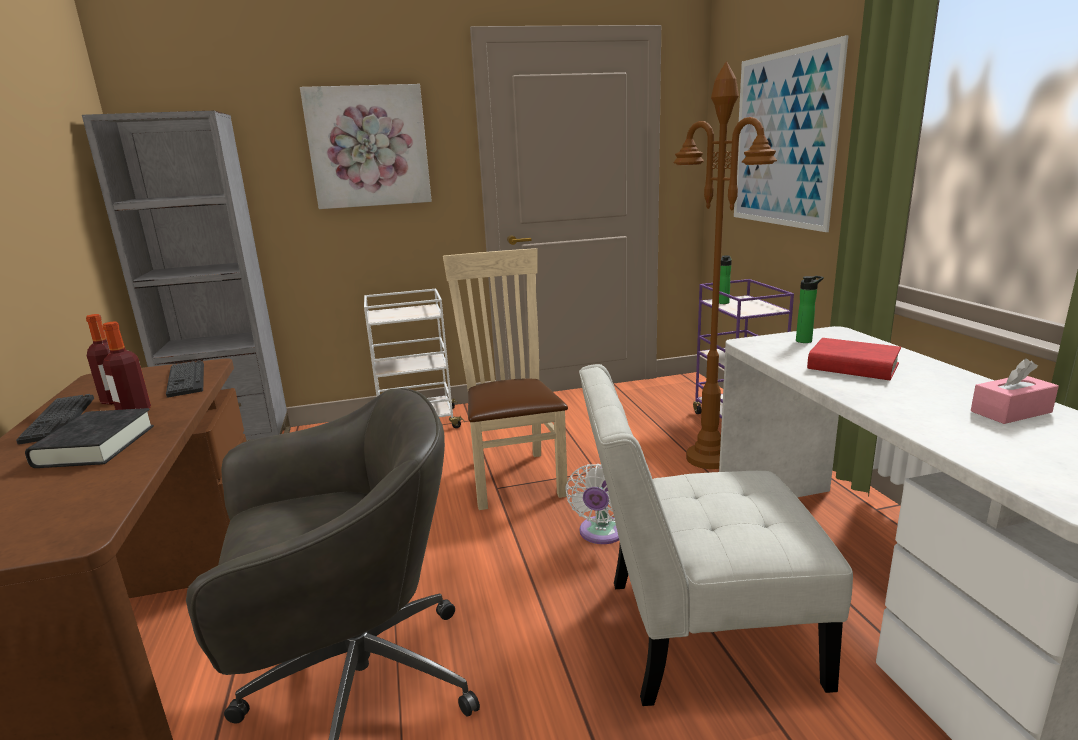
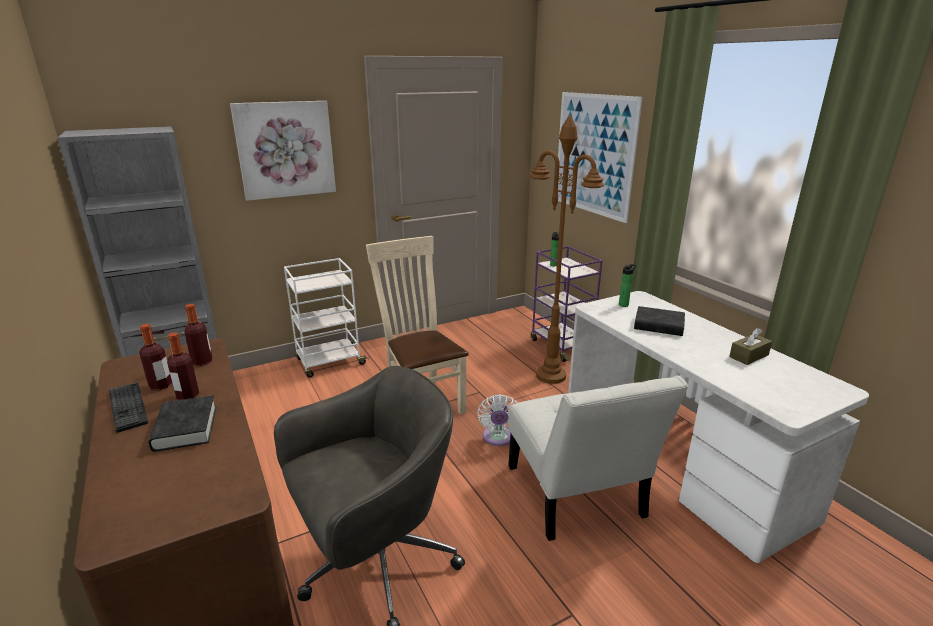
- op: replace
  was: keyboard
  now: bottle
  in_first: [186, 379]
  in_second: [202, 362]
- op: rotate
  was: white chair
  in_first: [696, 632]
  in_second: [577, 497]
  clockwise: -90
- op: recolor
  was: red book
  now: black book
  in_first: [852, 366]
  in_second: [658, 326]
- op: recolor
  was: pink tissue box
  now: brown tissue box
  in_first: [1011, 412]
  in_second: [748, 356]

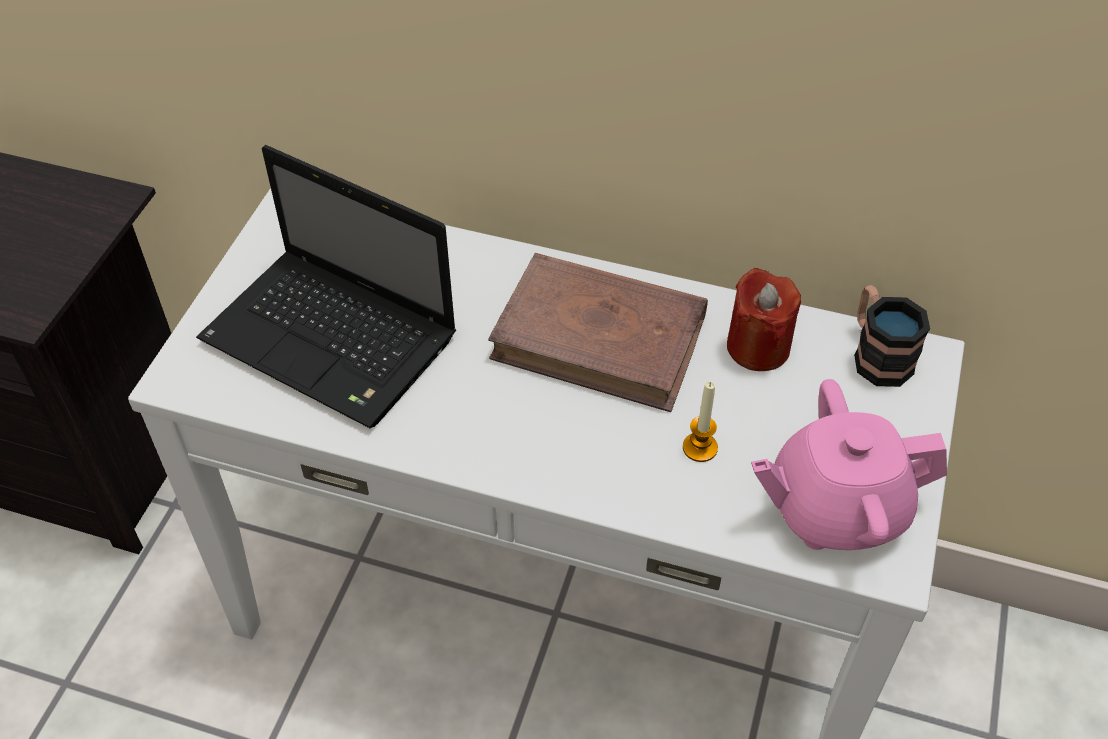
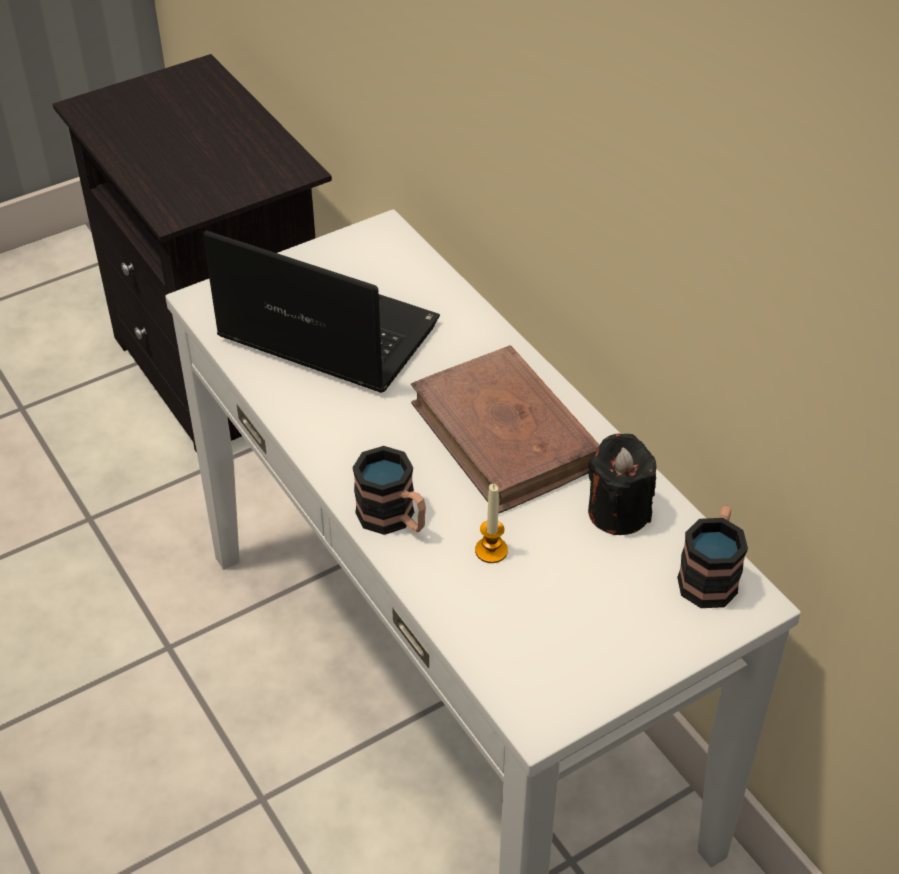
- op: rotate
  was: laptop
  in_first: [334, 340]
  in_second: [323, 332]
  clockwise: 135
- op: recolor
  was: red candle
  now: black candle
  in_first: [758, 347]
  in_second: [618, 512]
- op: delete
  was: pink teapot
  in_first: [835, 509]
- op: insert
  now: mug
  in_second: [394, 519]

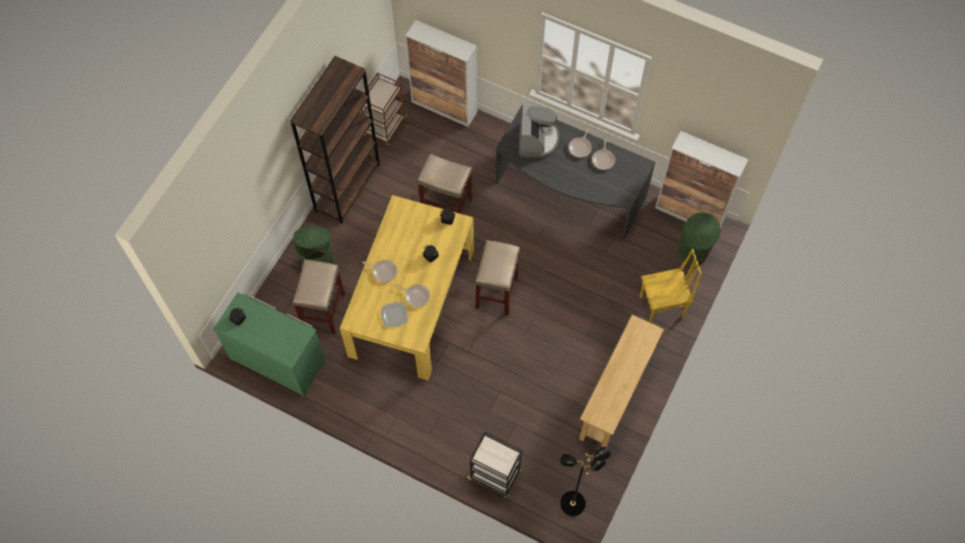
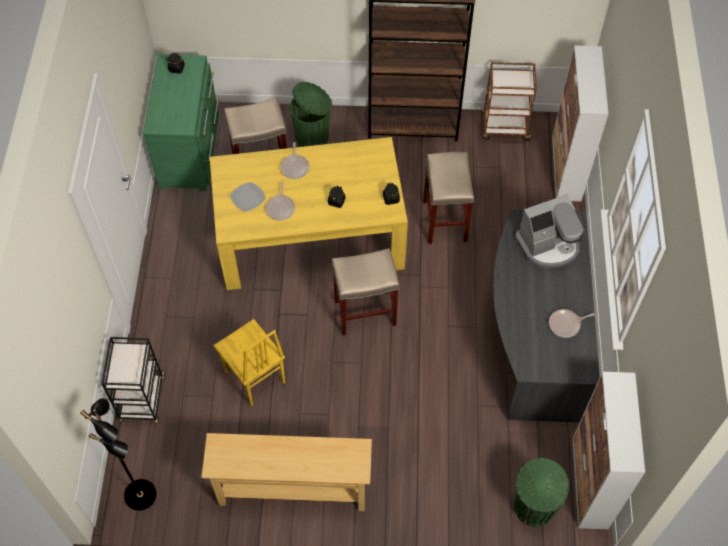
- op: delete
  was: frying pan
  in_first: [580, 147]
- op: move
  was: yellow chair
  in_first: [662, 308]
  in_second: [254, 378]

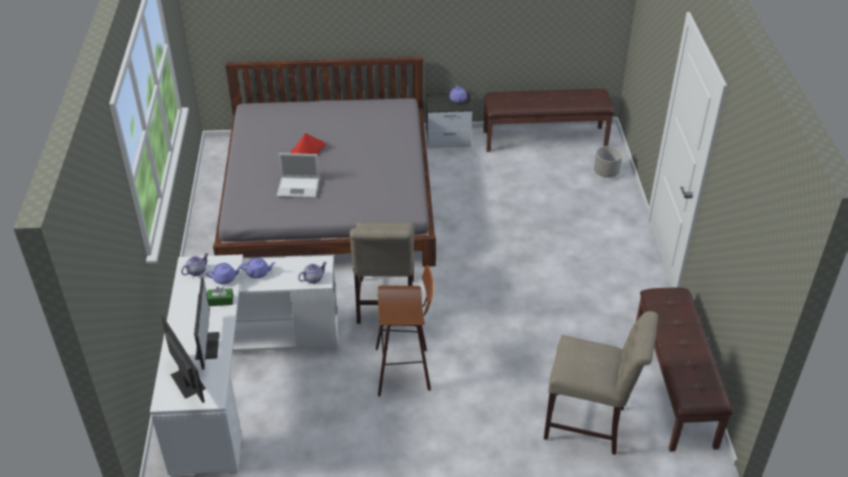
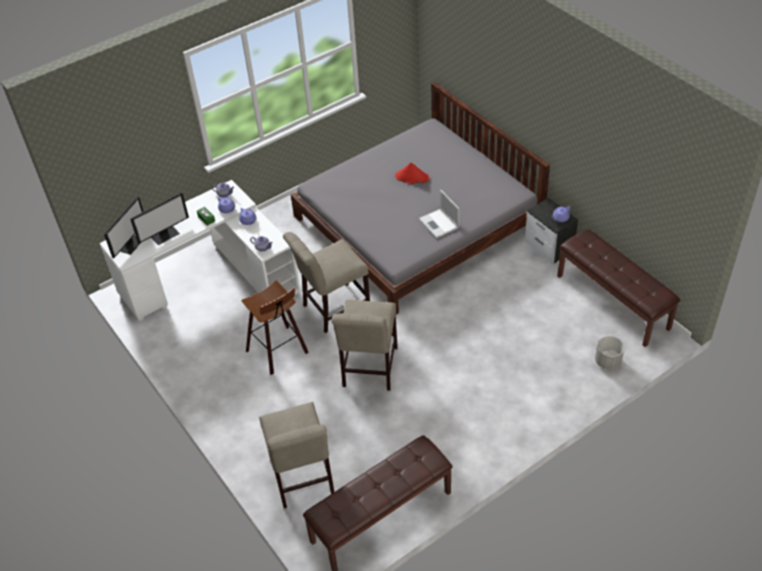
- op: move
  was: laptop
  in_first: [299, 187]
  in_second: [439, 224]
- op: insert
  now: beige chair
  in_second: [369, 370]

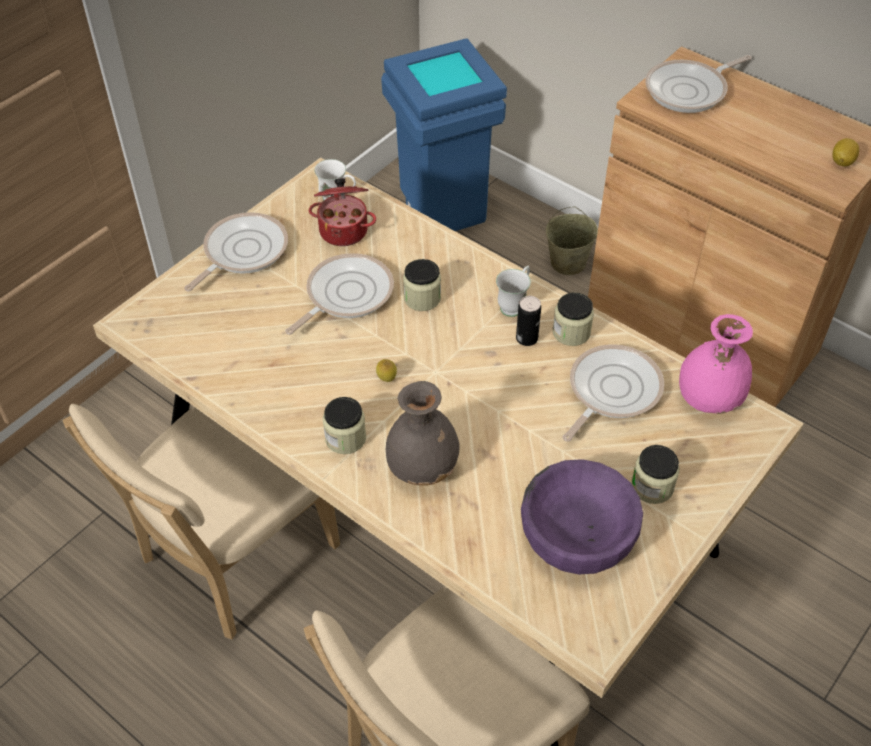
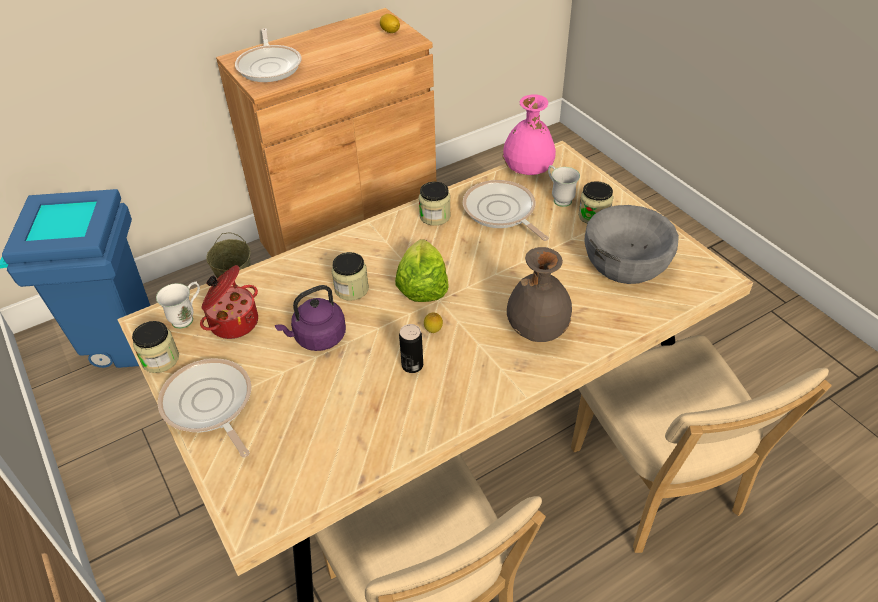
- op: replace
  was: frying pan
  now: purple kettle
  in_first: [345, 295]
  in_second: [317, 338]
- op: move
  was: jar
  in_first: [345, 438]
  in_second: [160, 359]
- op: move
  was: white mug
  in_first: [514, 305]
  in_second: [559, 198]
- op: move
  was: can
  in_first: [526, 338]
  in_second: [412, 365]
- op: recolor
  was: purple bowl
  now: grey bowl
  in_first: [577, 536]
  in_second: [626, 262]
- op: insert
  now: lettuce
  in_second: [422, 286]

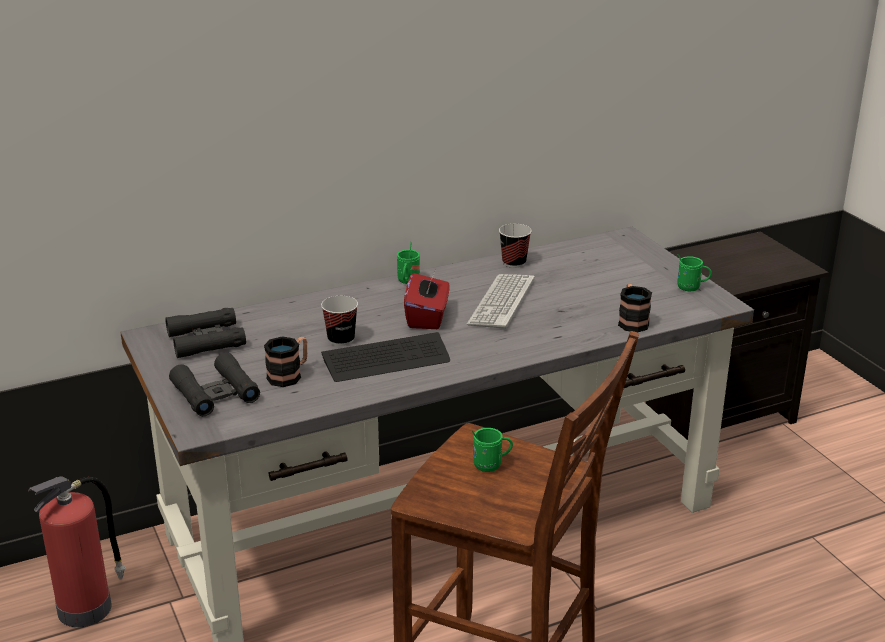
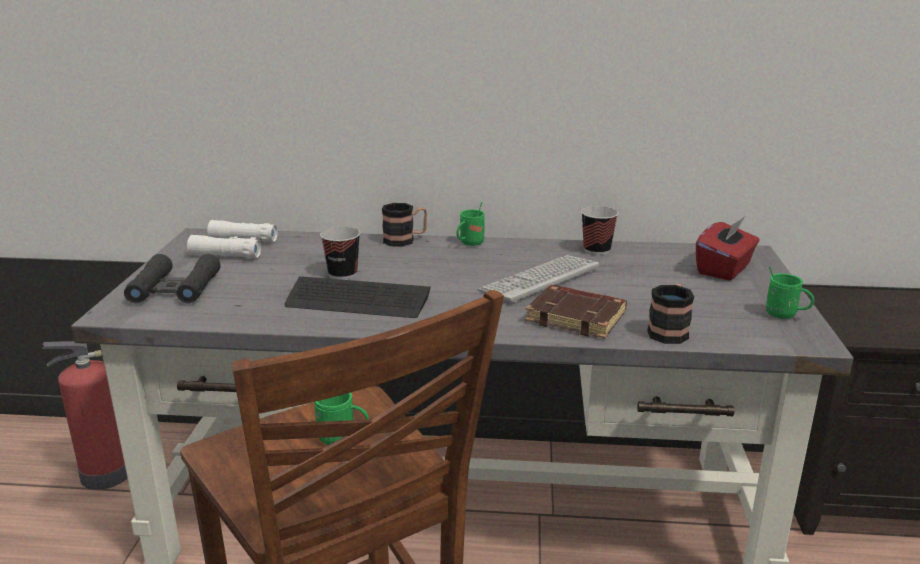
- op: recolor
  was: black binoculars
  now: white binoculars
  in_first: [206, 340]
  in_second: [235, 248]
- op: move
  was: mug
  in_first: [289, 375]
  in_second: [405, 240]
- op: move
  was: red tissue box
  in_first: [427, 317]
  in_second: [724, 269]
- op: insert
  now: brown book
  in_second: [577, 317]

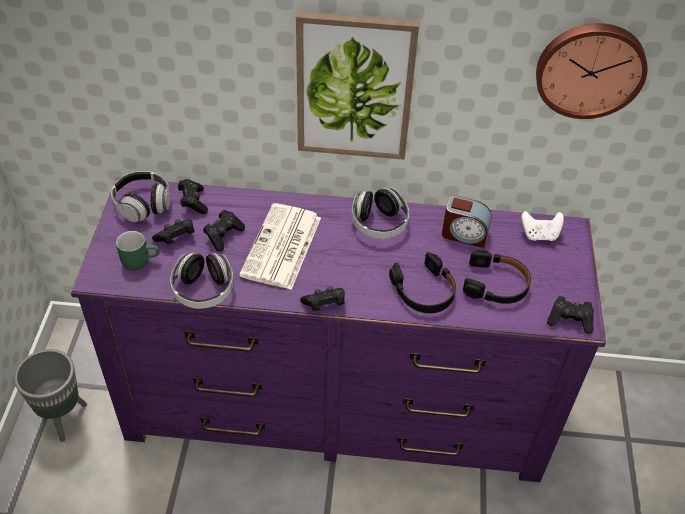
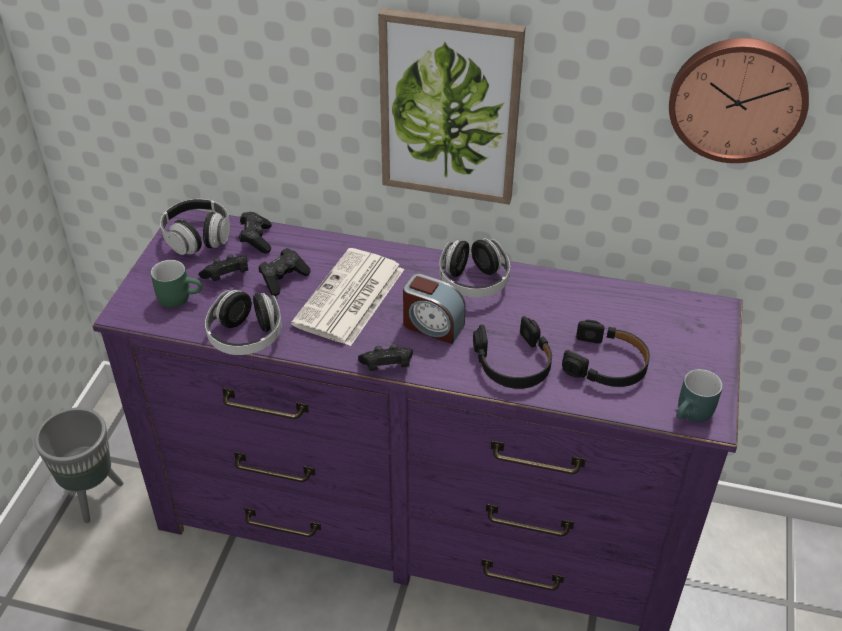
- op: move
  was: alarm clock
  in_first: [464, 234]
  in_second: [432, 326]
- op: delete
  was: white game controller
  in_first: [539, 235]
- op: replace
  was: black game controller
  now: turquoise mug
  in_first: [569, 320]
  in_second: [693, 415]

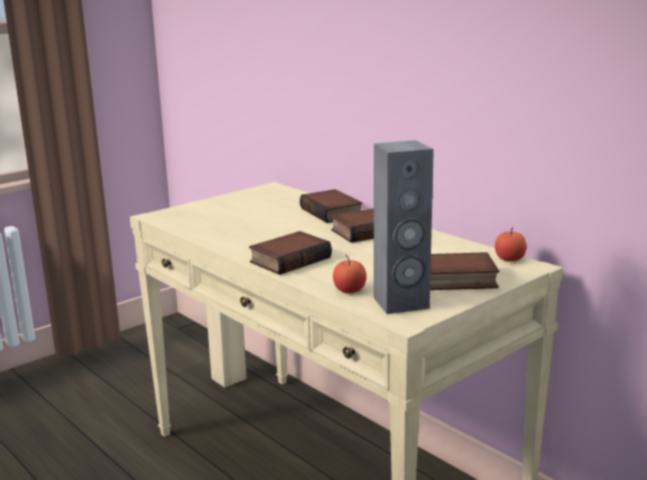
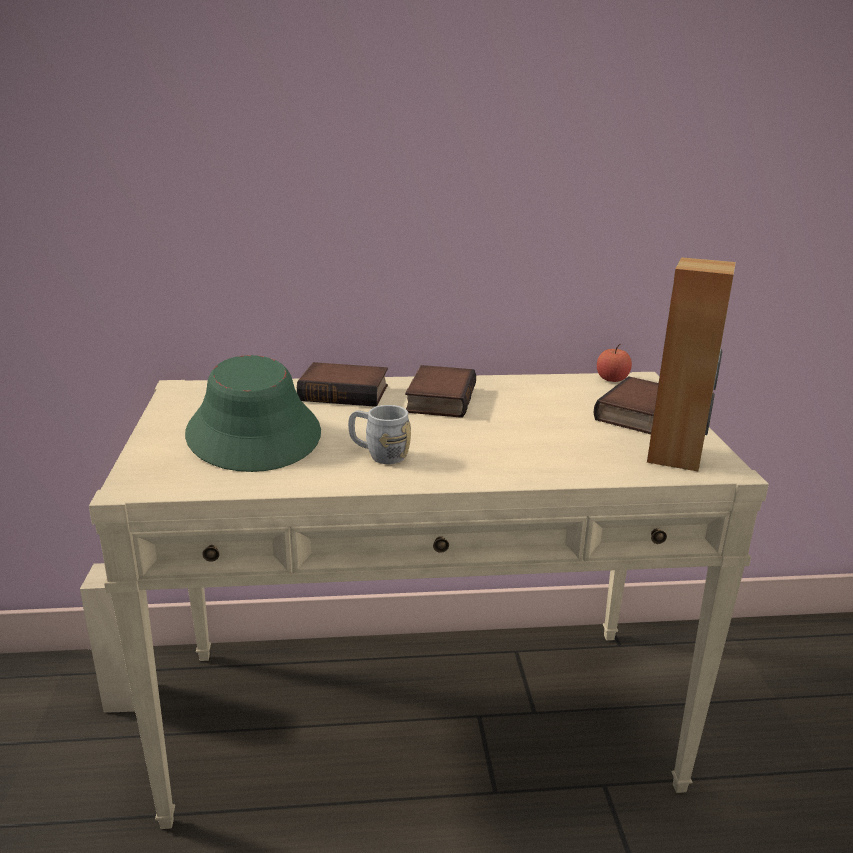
- op: delete
  was: book
  in_first: [290, 259]
- op: delete
  was: apple
  in_first: [349, 290]
- op: recolor
  was: grey speaker
  now: brown speaker
  in_first: [401, 303]
  in_second: [676, 456]
- op: insert
  now: green hat
  in_second: [254, 434]
- op: insert
  now: grey mug
  in_second: [379, 454]

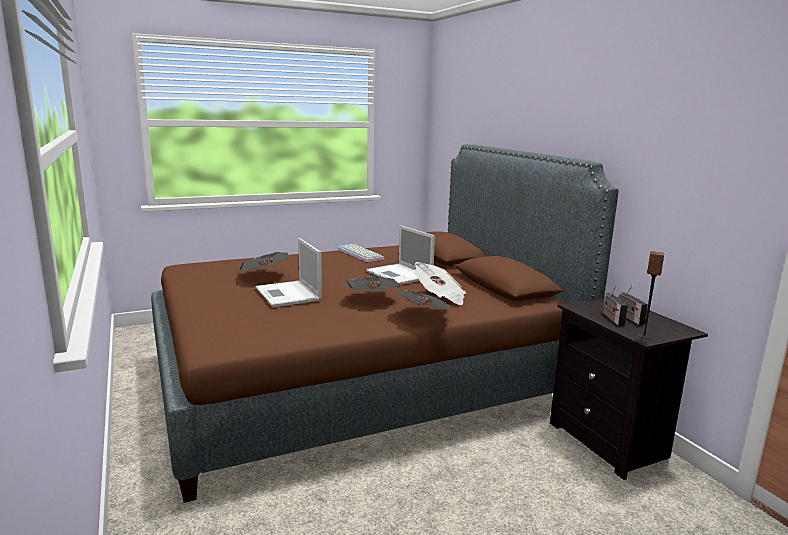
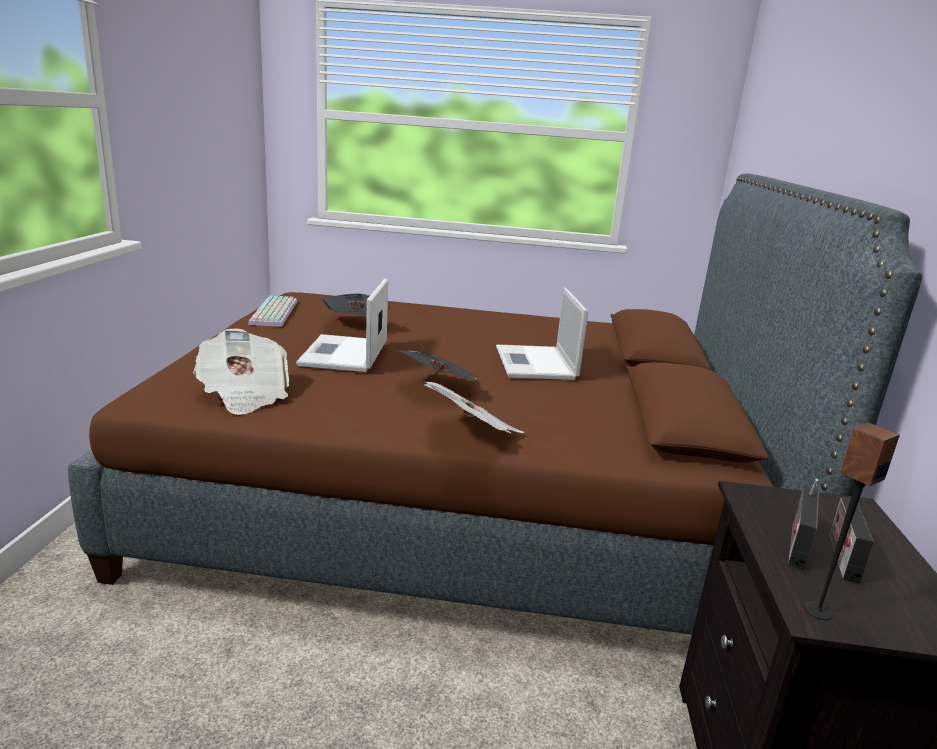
- op: move
  was: keyboard
  in_first: [361, 254]
  in_second: [275, 313]
- op: move
  was: newspaper
  in_first: [440, 297]
  in_second: [244, 394]

